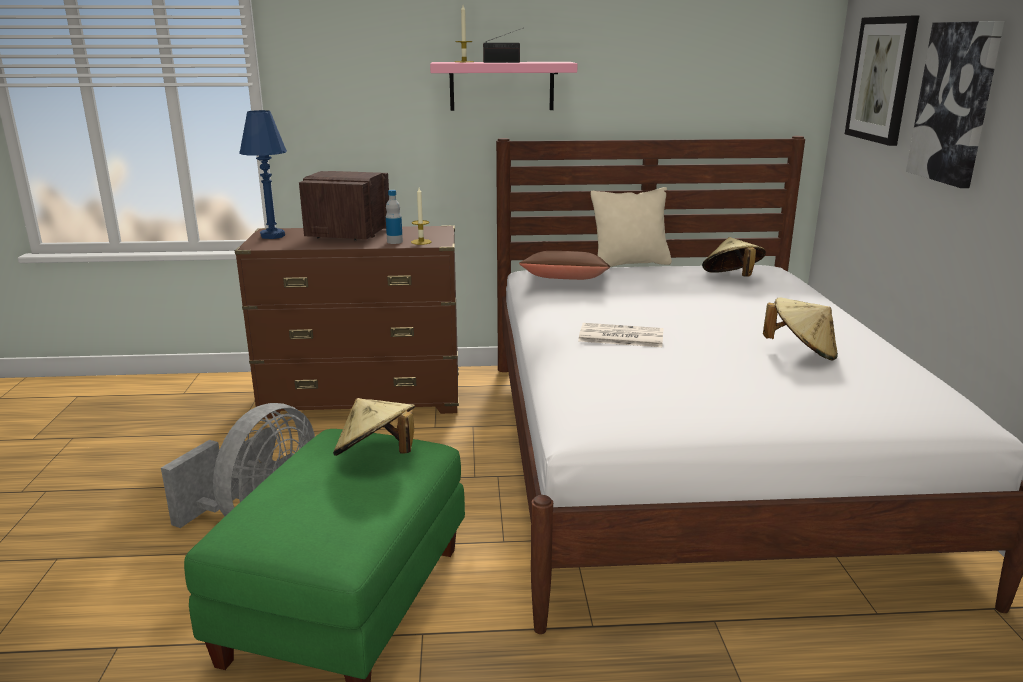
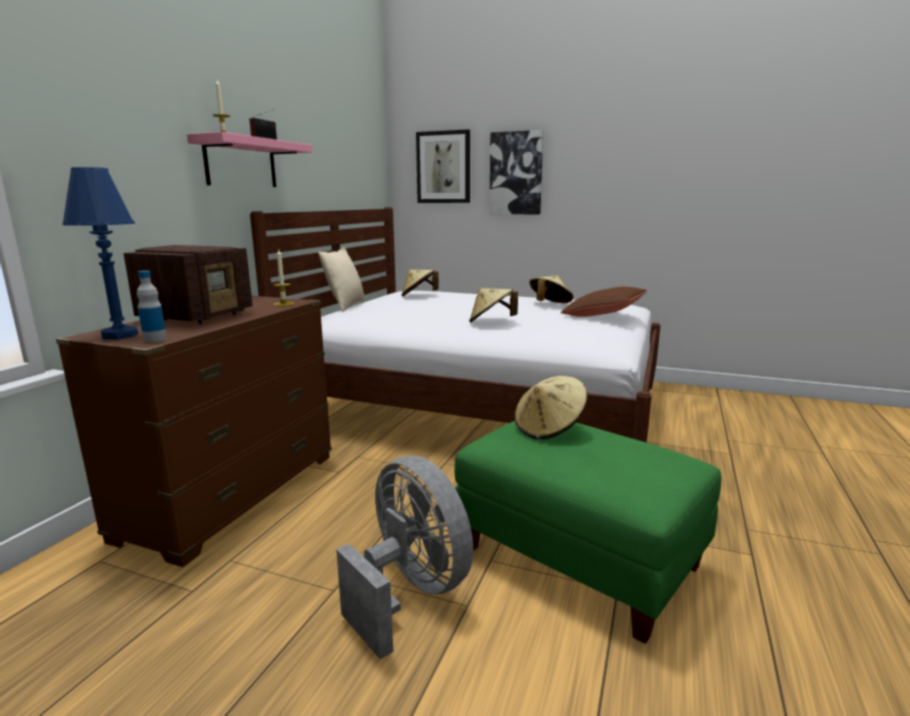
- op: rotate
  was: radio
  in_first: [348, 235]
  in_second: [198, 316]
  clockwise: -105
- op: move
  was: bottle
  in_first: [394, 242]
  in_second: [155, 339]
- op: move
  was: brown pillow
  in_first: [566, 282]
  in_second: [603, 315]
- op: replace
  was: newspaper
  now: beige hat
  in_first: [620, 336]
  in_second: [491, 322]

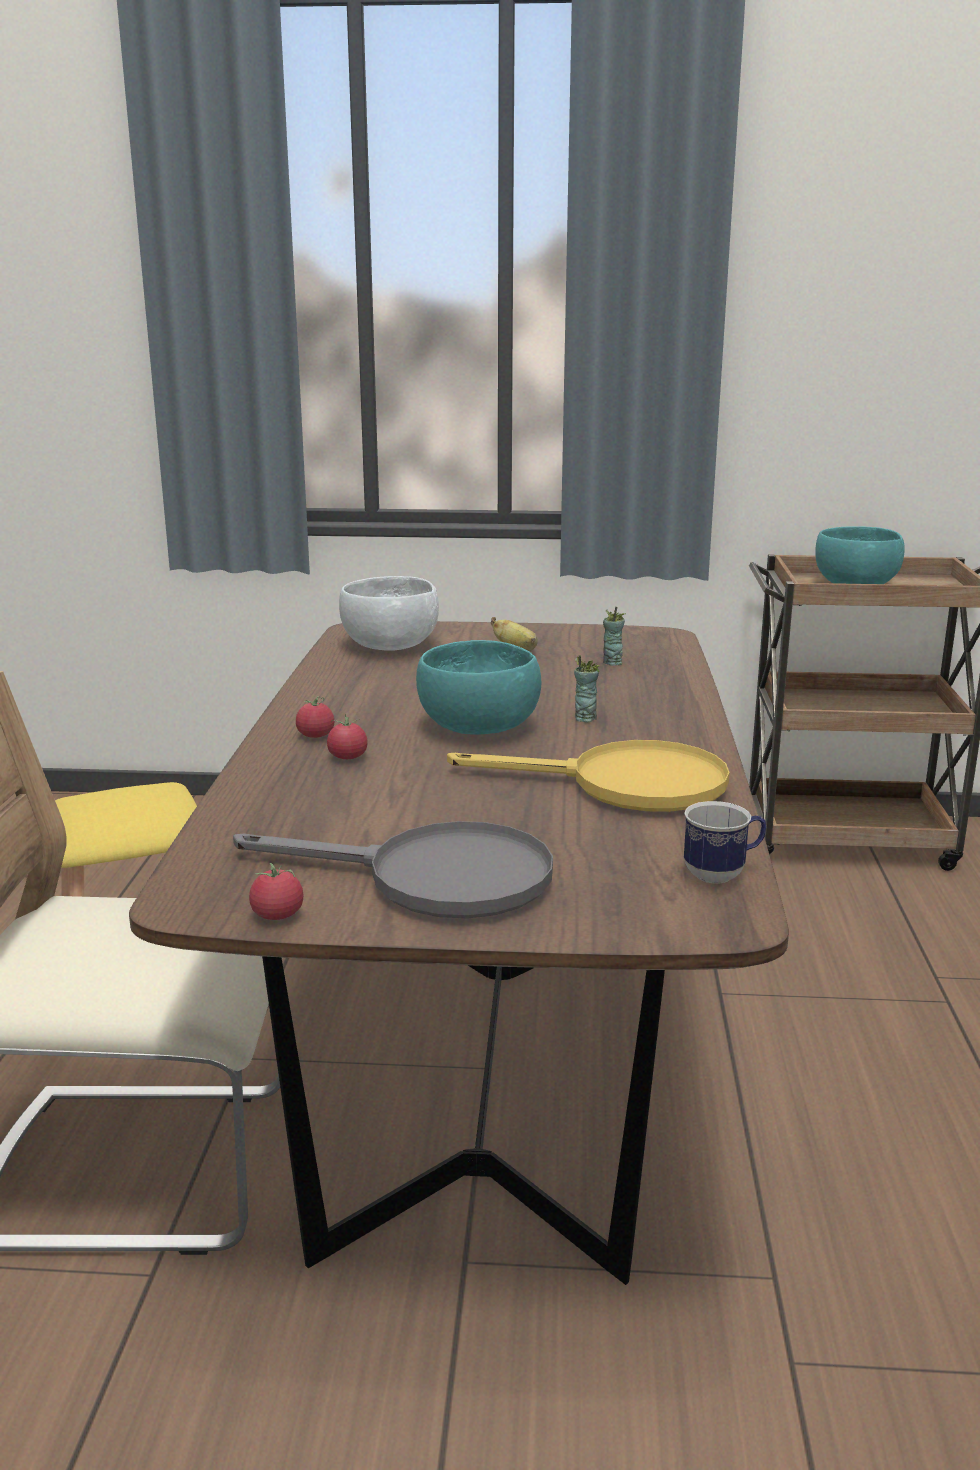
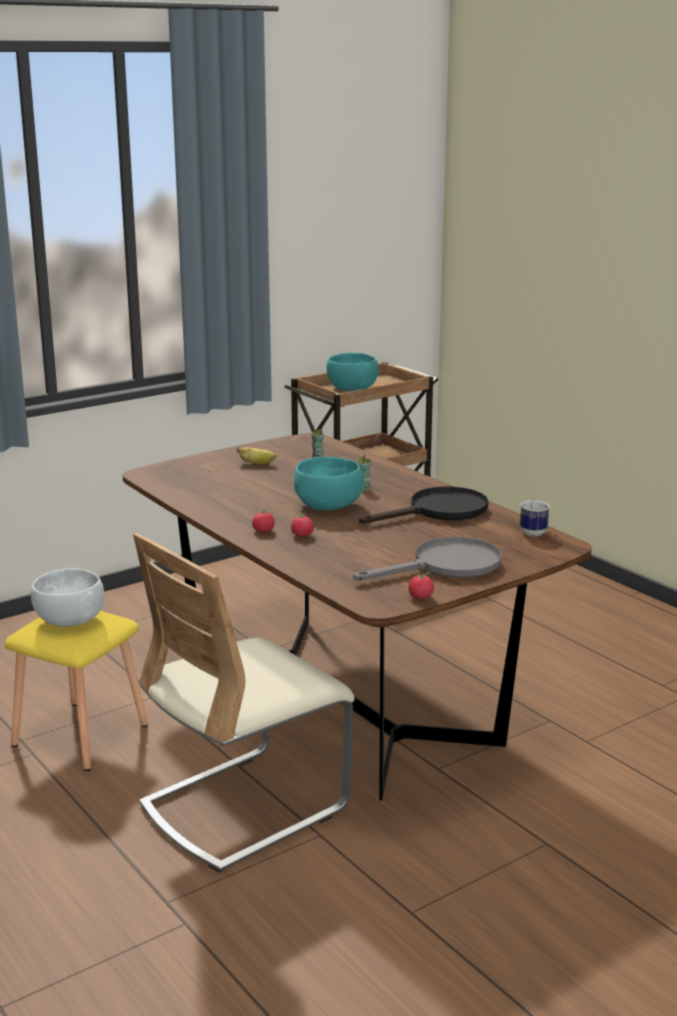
- op: move
  was: white bowl
  in_first: [390, 647]
  in_second: [70, 621]
- op: recolor
  was: yellow frying pan
  now: black frying pan
  in_first: [625, 785]
  in_second: [439, 511]

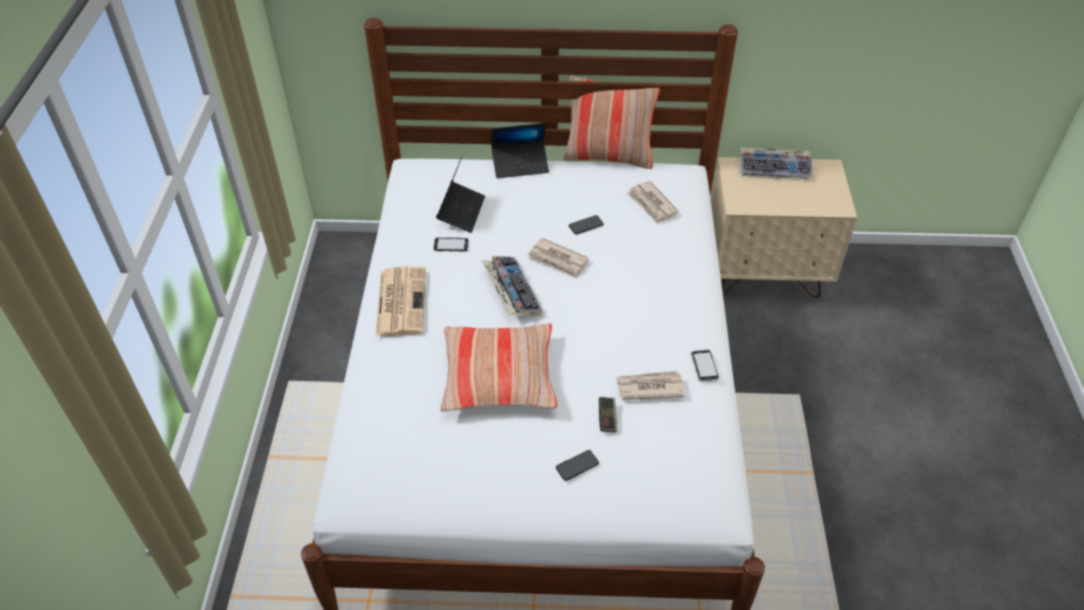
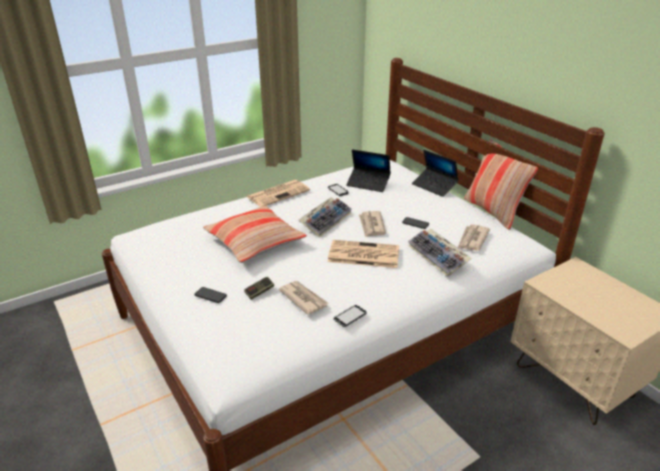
- op: rotate
  was: laptop
  in_first: [461, 211]
  in_second: [368, 183]
  clockwise: 45
- op: move
  was: keyboard
  in_first: [775, 168]
  in_second: [438, 257]
- op: insert
  now: newspaper
  in_second: [362, 255]

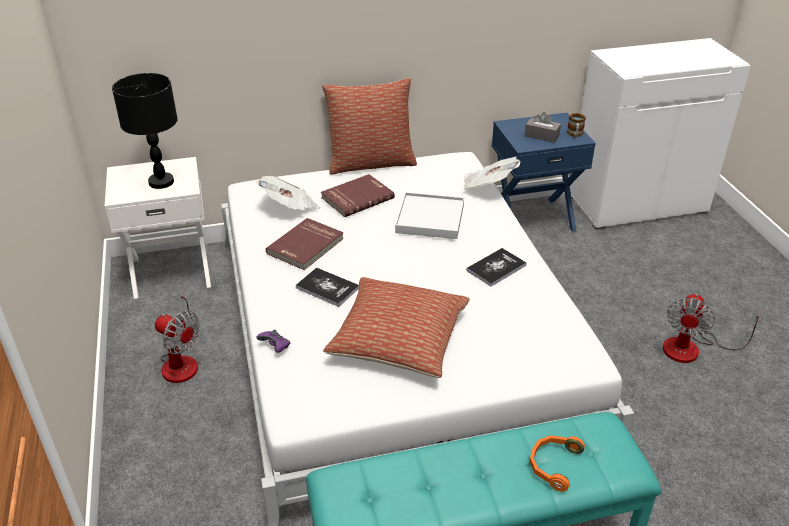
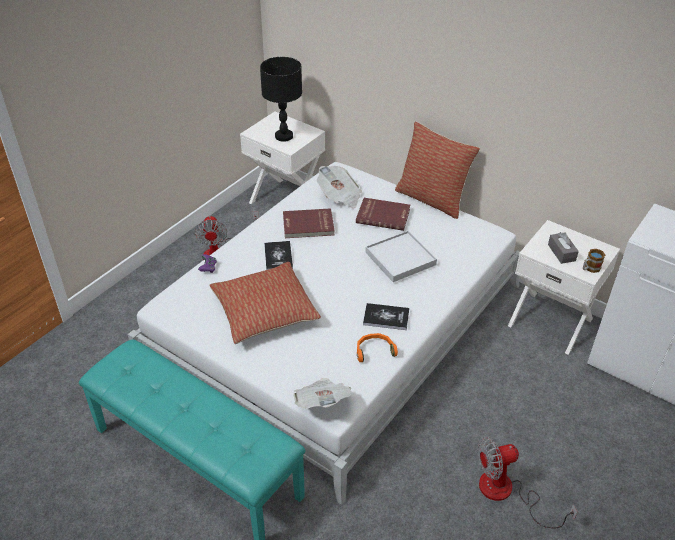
- op: move
  was: newspaper
  in_first: [488, 186]
  in_second: [322, 403]
- op: recolor
  was: blue nightstand
  now: white nightstand
  in_first: [532, 218]
  in_second: [551, 321]
- op: move
  was: orange headphones
  in_first: [553, 465]
  in_second: [374, 350]

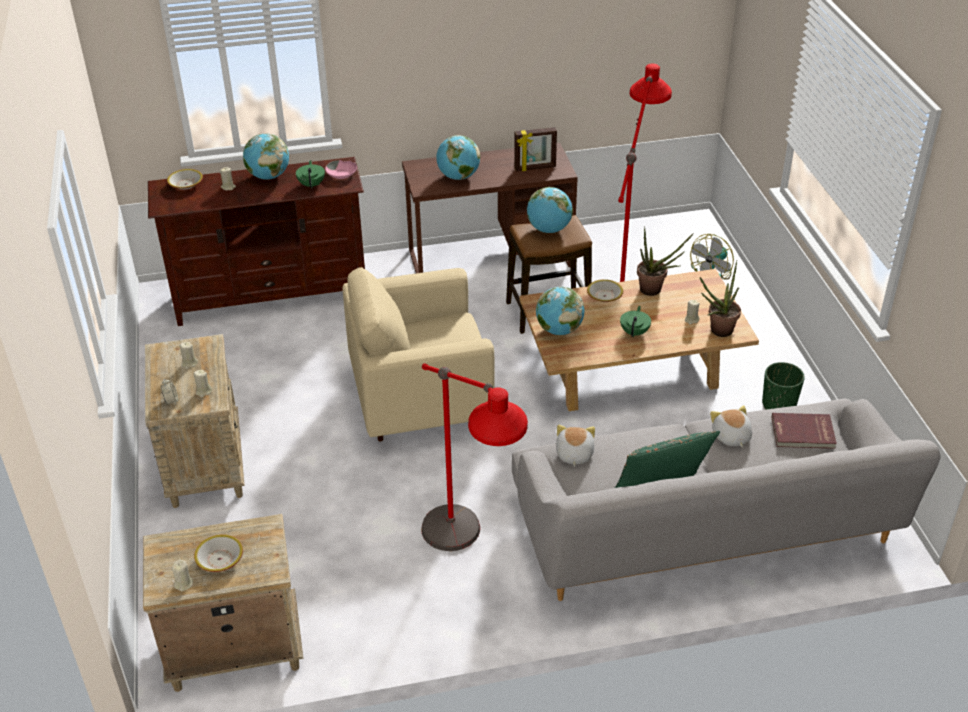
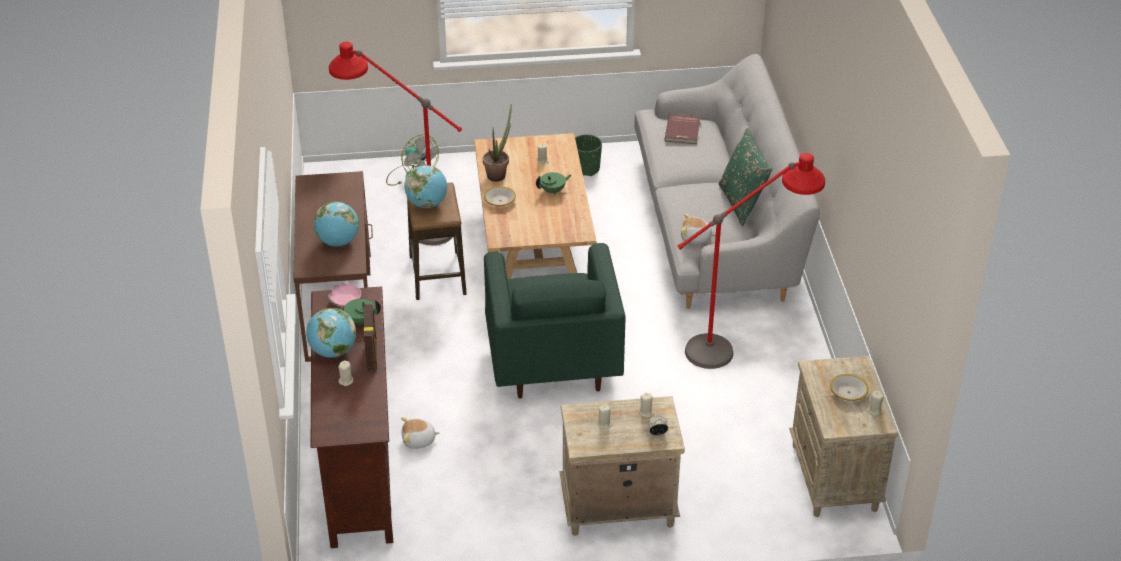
- op: delete
  was: bowl
  in_first: [186, 184]
- op: recolor
  was: beige armchair
  now: green armchair
  in_first: [420, 403]
  in_second: [552, 363]
- op: move
  was: picture frame
  in_first: [535, 168]
  in_second: [372, 355]
- op: delete
  was: globe
  in_first: [559, 330]
- op: rotate
  was: green teapot
  in_first: [635, 332]
  in_second: [553, 191]
  clockwise: 135
- op: delete
  was: potted plant
  in_first: [717, 332]
- op: move
  was: plush toy
  in_first: [731, 437]
  in_second: [419, 440]

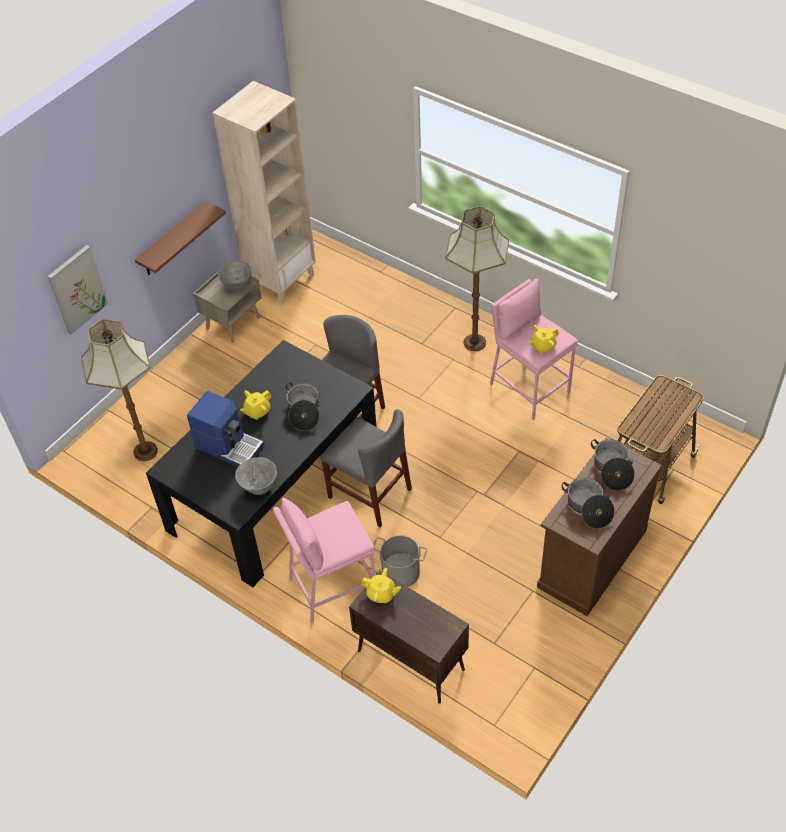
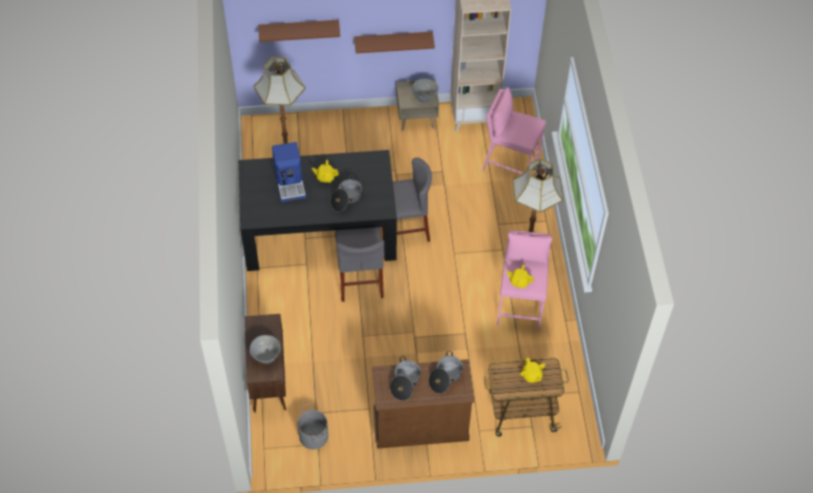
- op: replace
  was: picture
  now: brown shelf
  in_first: [77, 289]
  in_second: [299, 29]
- op: move
  was: grey bowl
  in_first: [258, 487]
  in_second: [266, 356]
- op: move
  was: pink stool
  in_first: [332, 586]
  in_second: [510, 164]
- op: move
  was: yellow teapot
  in_first: [381, 594]
  in_second: [531, 375]
- op: move
  was: grey bucket
  in_first: [400, 572]
  in_second: [313, 436]

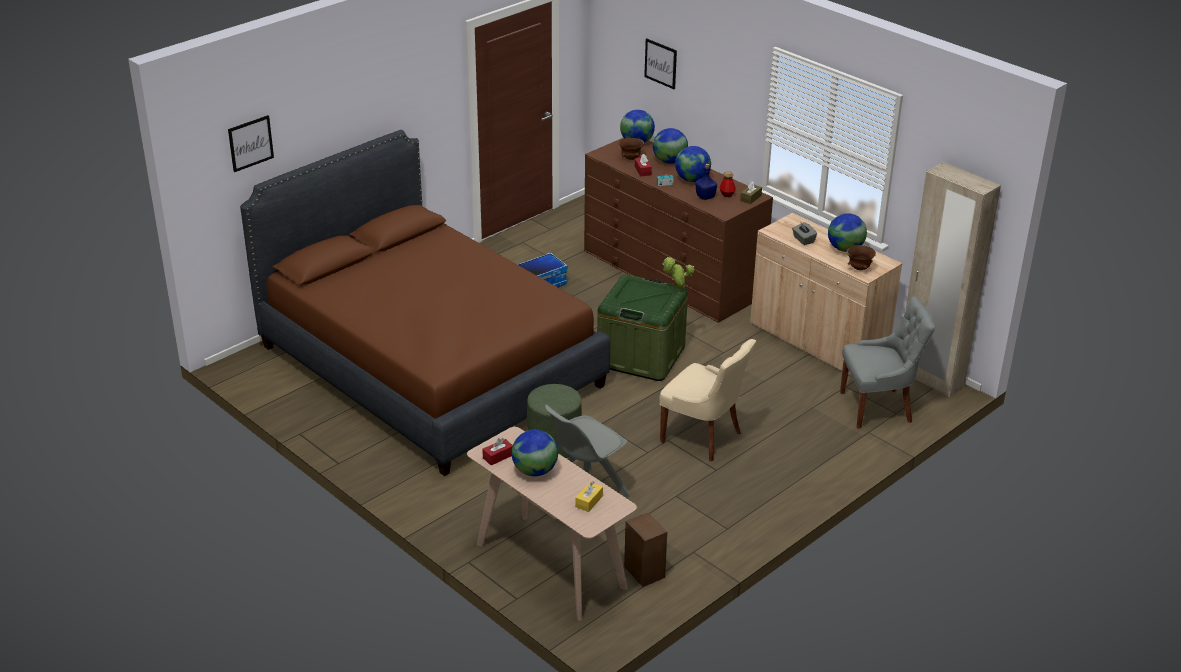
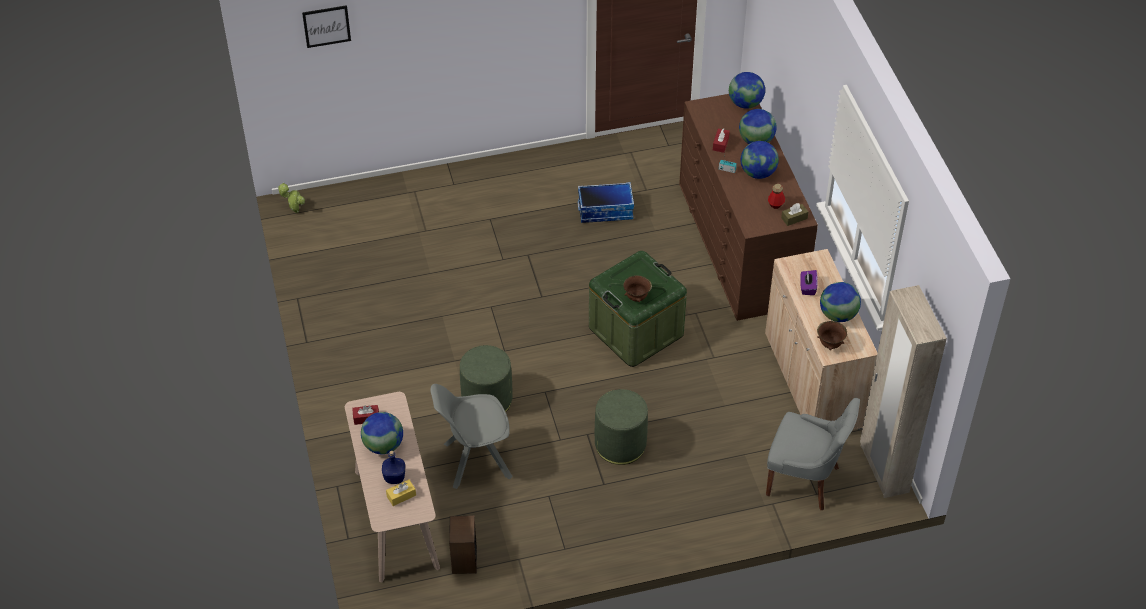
- op: delete
  was: brown bed
  in_first: [430, 365]
- op: move
  was: brown bowl
  in_first: [631, 158]
  in_second: [636, 298]
- op: delete
  was: picture
  in_first: [660, 63]
- op: replace
  was: beige chair
  now: green ottoman
  in_first: [703, 437]
  in_second: [620, 444]
- op: move
  was: potted plant
  in_first: [677, 289]
  in_second: [295, 211]
- op: move
  was: blue bottle
  in_first: [705, 197]
  in_second: [395, 477]
- op: recolor
  was: grey tissue box
  now: purple tissue box
  in_first: [803, 240]
  in_second: [807, 287]

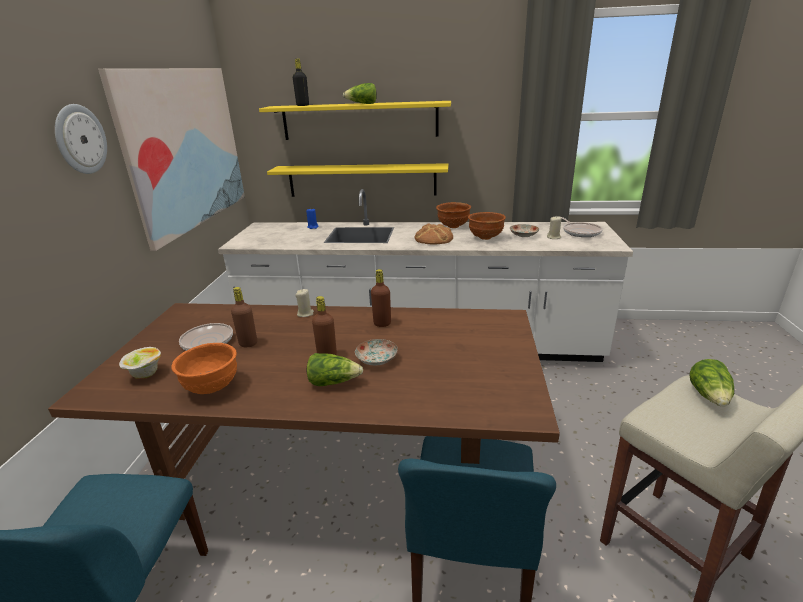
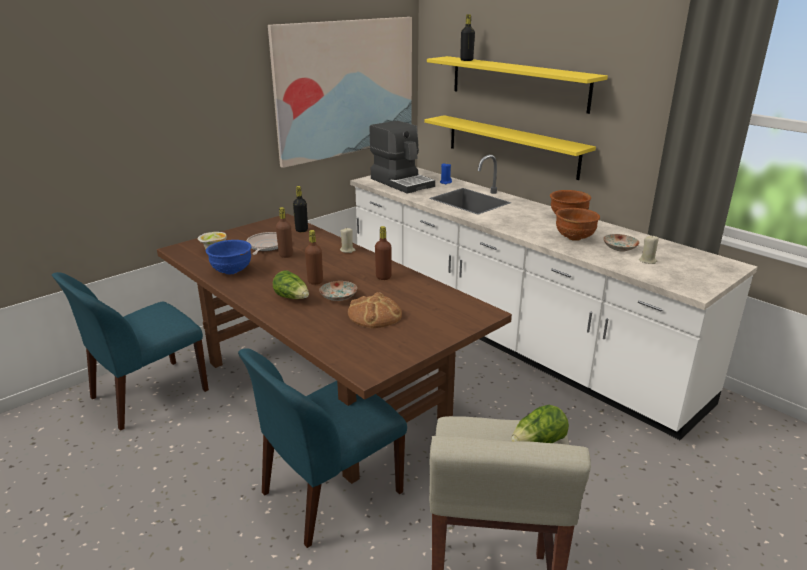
- op: delete
  was: wall clock
  in_first: [80, 139]
- op: recolor
  was: orange bowl
  now: blue bowl
  in_first: [211, 387]
  in_second: [231, 271]
- op: delete
  was: lettuce
  in_first: [362, 104]
- op: move
  was: bread
  in_first: [433, 238]
  in_second: [375, 314]
- op: delete
  was: frying pan
  in_first: [580, 232]
- op: insert
  now: black bottle
  in_second: [301, 230]
- op: insert
  now: coffee machine
  in_second: [402, 182]

